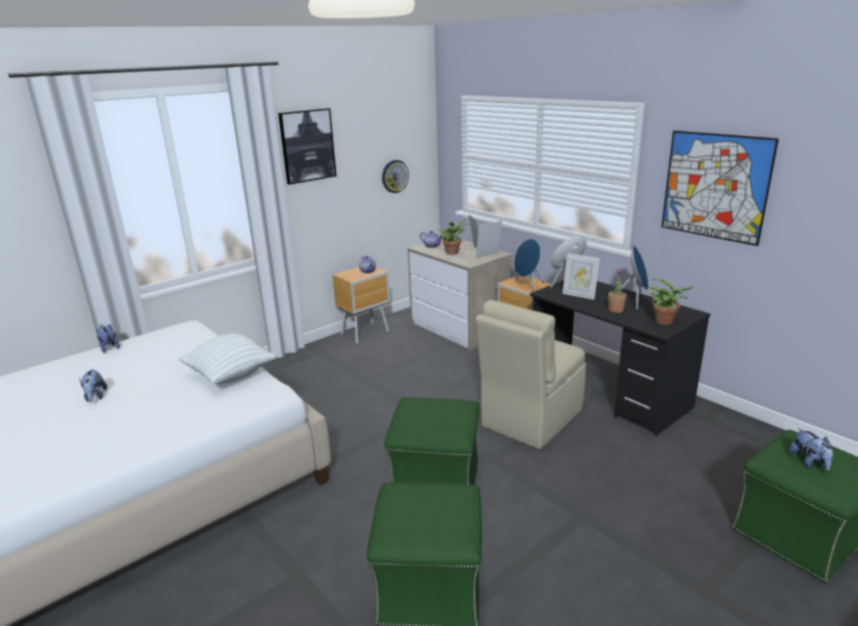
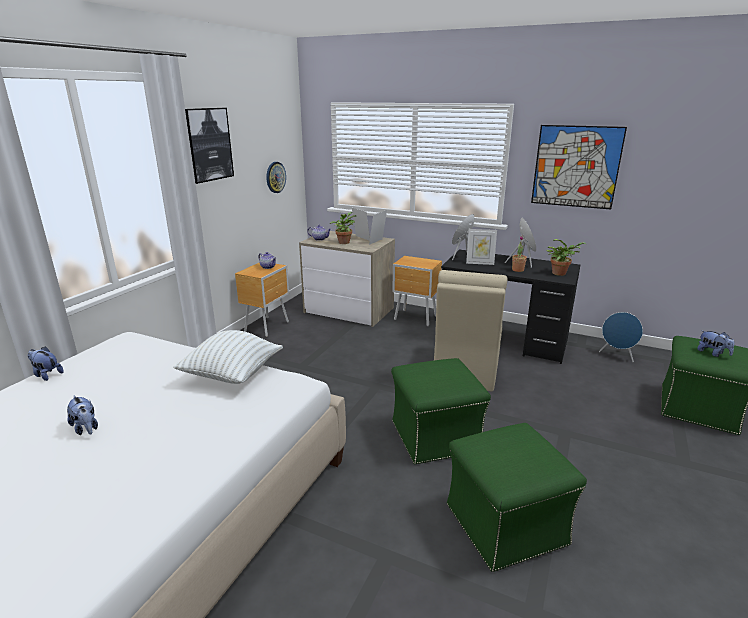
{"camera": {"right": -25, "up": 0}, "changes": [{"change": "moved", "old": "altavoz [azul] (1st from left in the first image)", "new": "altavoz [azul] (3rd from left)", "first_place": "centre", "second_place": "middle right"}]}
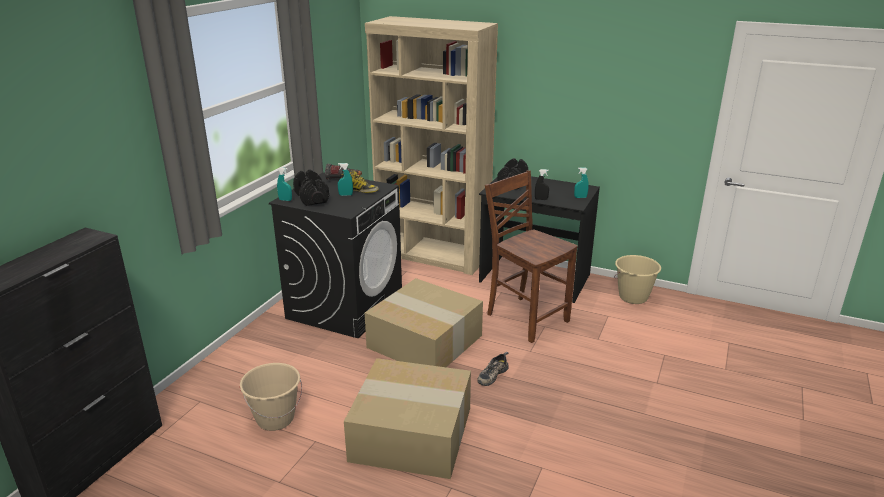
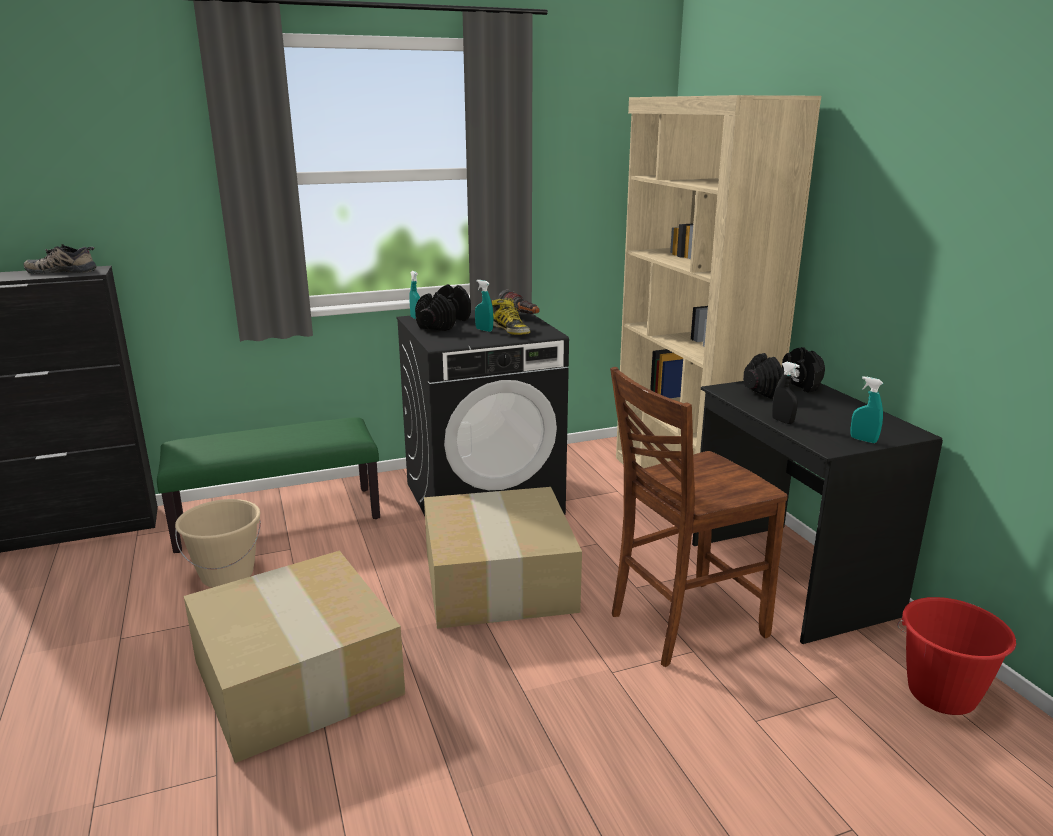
{"camera": {"right": 45, "up": -5}, "changes": [{"change": "moved", "old": "zapato", "first_place": "bottom centre", "second_place": "top left"}, {"change": "added", "new": "banco [verde]", "second_place": "middle left"}, {"change": "turned", "old": "silla [marrón]", "first_place": "centre", "second_place": "centre", "degrees": -120}, {"change": "recoloured", "old": "cubo [beis] (2nd from left)", "new": "cubo [rojo]", "first_place": "middle right", "second_place": "bottom right"}]}
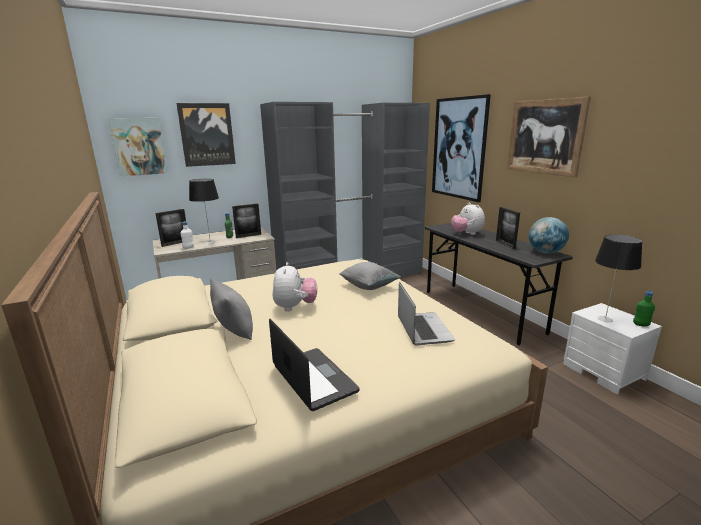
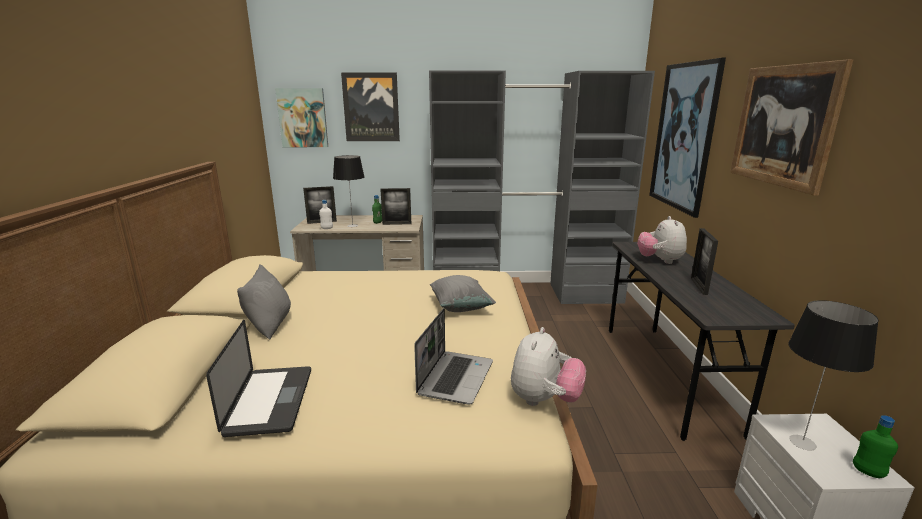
{"camera": {"right": 25, "up": 0}, "changes": [{"change": "moved", "old": "peluche (1st from left)", "first_place": "centre", "second_place": "bottom centre"}, {"change": "removed", "old": "globo terráqueo", "first_place": "middle right"}]}
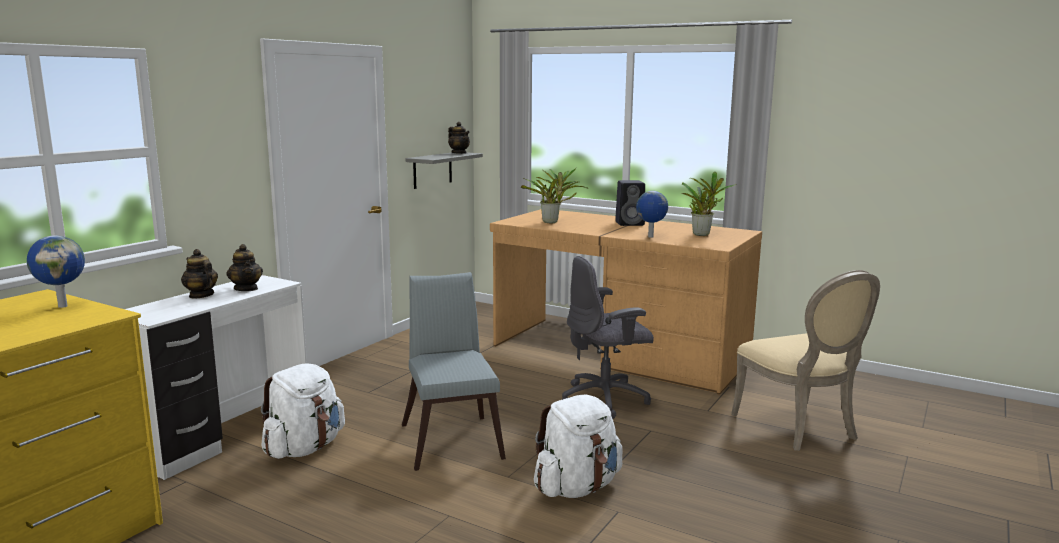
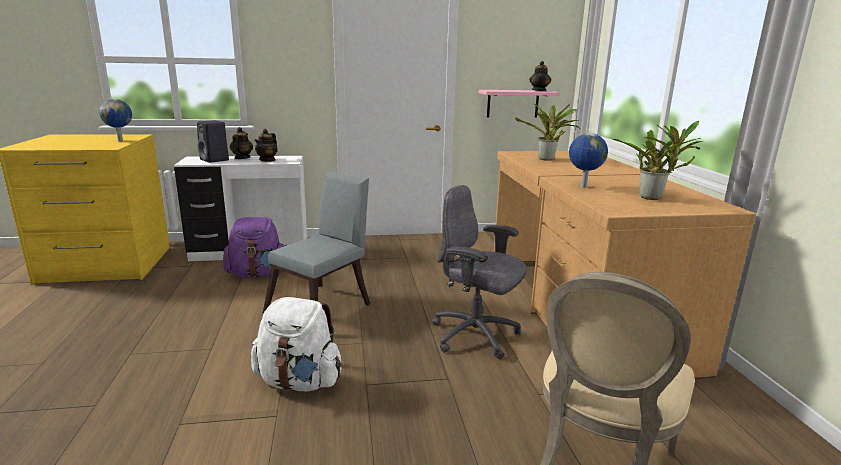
{"camera": {"right": 50, "up": 5}, "changes": [{"change": "moved", "old": "altavoz [negro]", "first_place": "centre", "second_place": "top left"}, {"change": "recoloured", "old": "mochila [blanco] (1st from left)", "new": "mochila [morado]", "first_place": "bottom left", "second_place": "middle left"}, {"change": "recoloured", "old": "estante [gris]", "new": "estante [rosa]", "first_place": "top centre", "second_place": "top centre"}]}
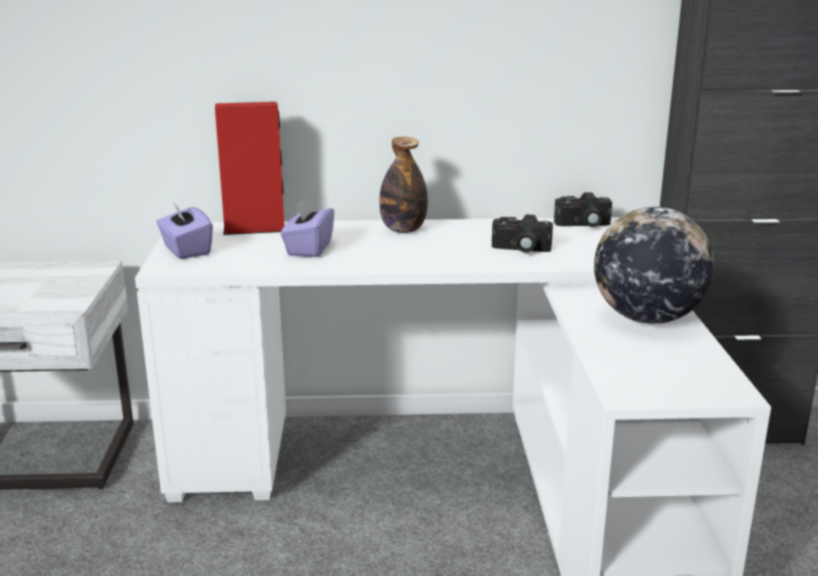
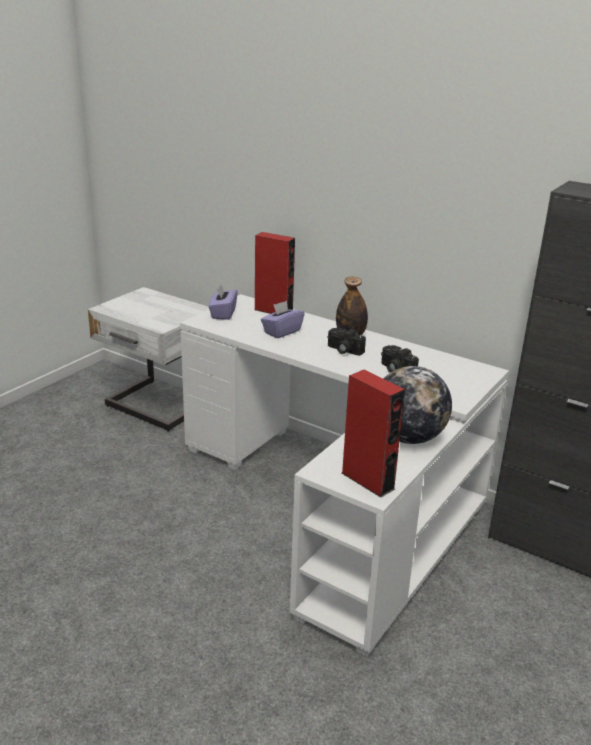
{"camera": {"right": 35, "up": 5}, "changes": [{"change": "moved", "old": "cámara (2nd from left in the first image)", "new": "cámara (1st from left)", "first_place": "middle right", "second_place": "centre"}, {"change": "added", "new": "altavoz [rojo] (2nd from left)", "second_place": "centre"}]}
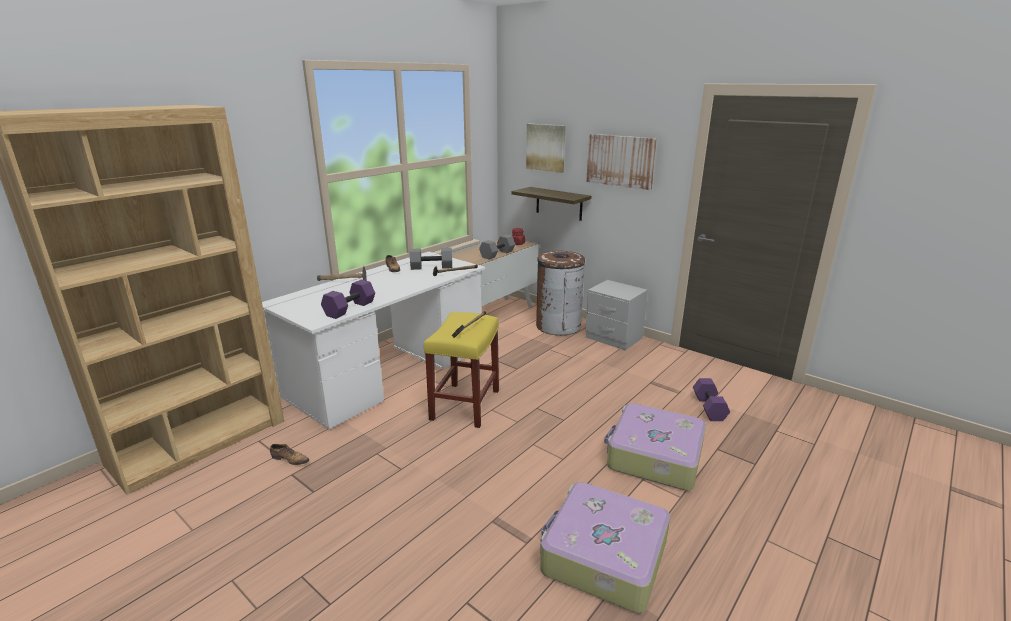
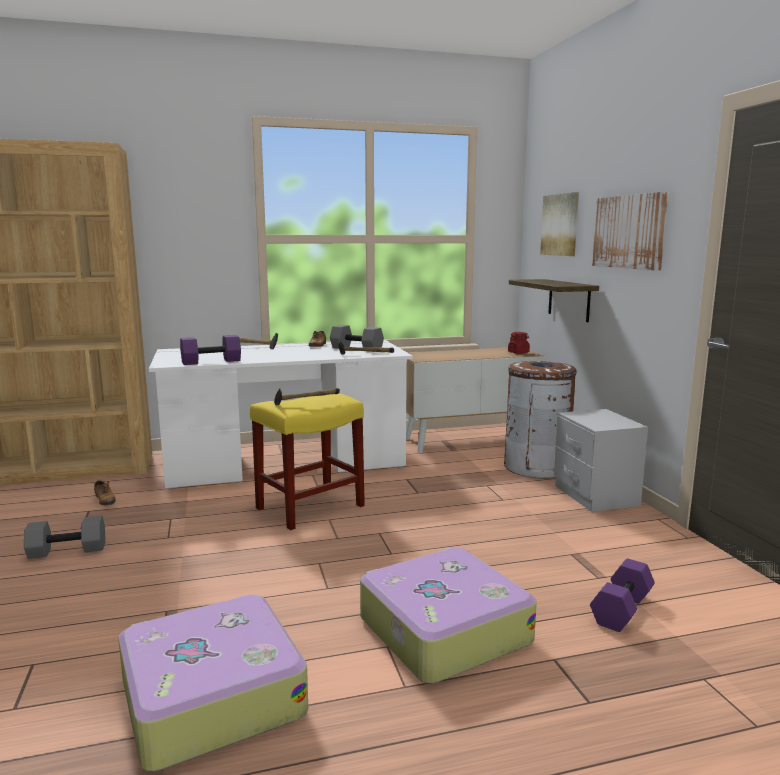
{"camera": {"right": 35, "up": -10}, "changes": [{"change": "moved", "old": "mancuerna [gris] (2nd from left in the first image)", "new": "mancuerna [gris] (1st from left)", "first_place": "centre", "second_place": "bottom left"}]}
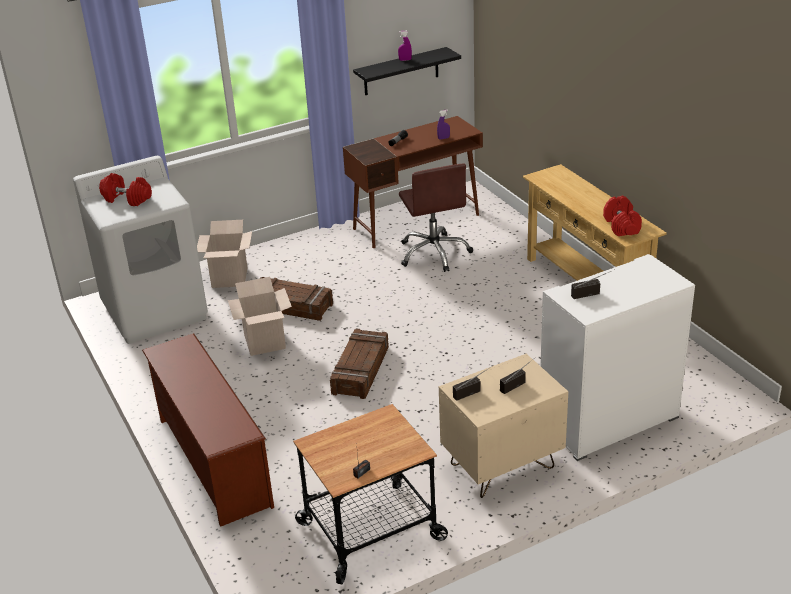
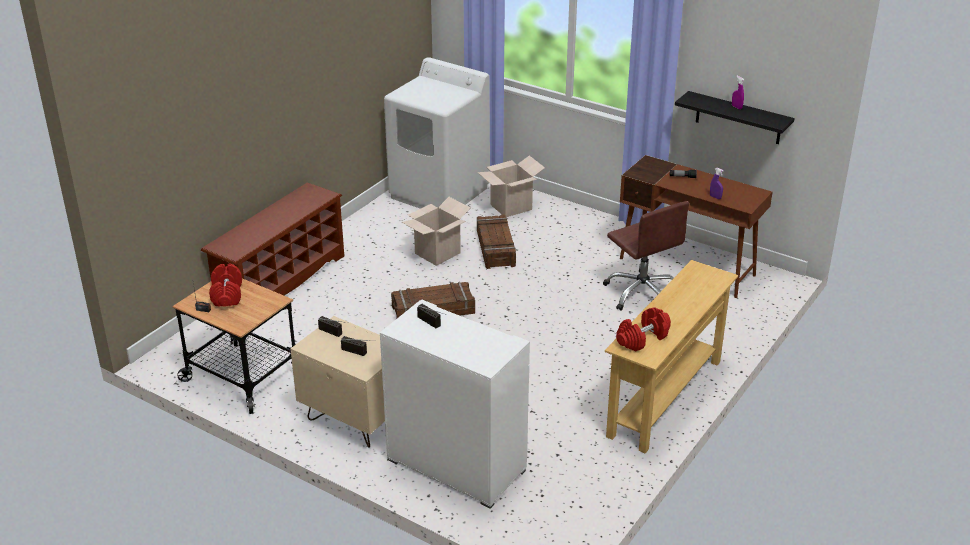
{"camera": {"right": 60, "up": 0}, "changes": [{"change": "moved", "old": "mancuerna [rojo] (1st from left)", "first_place": "top left", "second_place": "middle left"}, {"change": "turned", "old": "silla de oficina [marrón]", "first_place": "centre", "second_place": "centre", "degrees": -75}]}
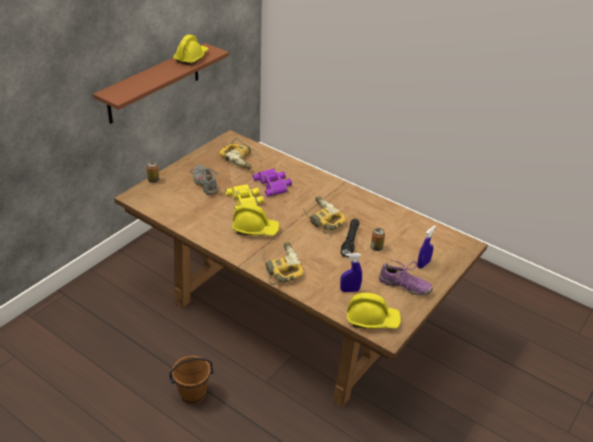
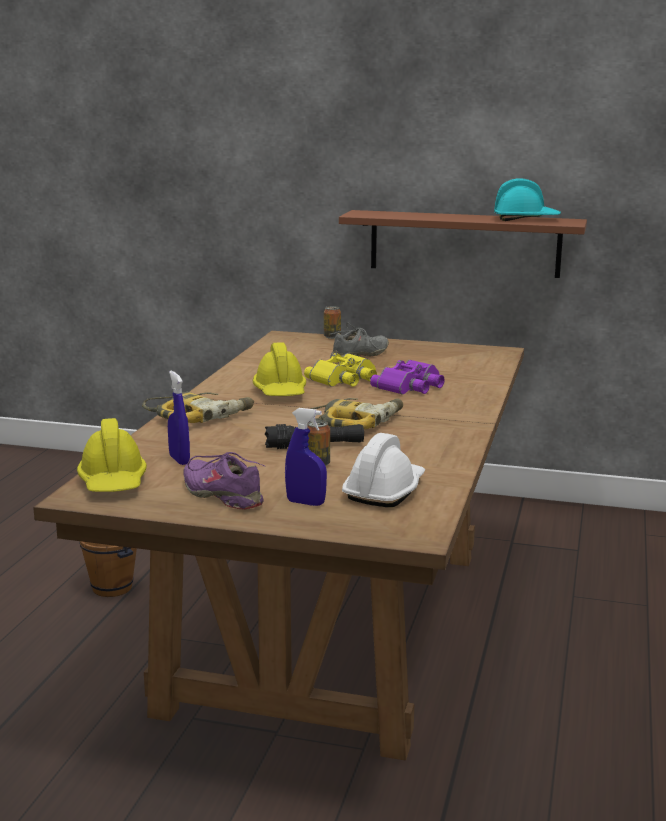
{"camera": {"right": 70, "up": -20}, "changes": [{"change": "turned", "old": "zapato [morado]", "first_place": "middle right", "second_place": "centre", "degrees": 135}, {"change": "added", "new": "casco [blanco]", "second_place": "centre"}, {"change": "recoloured", "old": "casco [amarillo] (1st from left)", "new": "casco [turquesa]", "first_place": "top left", "second_place": "top right"}, {"change": "removed", "old": "taladro (1st from left)", "first_place": "centre"}]}
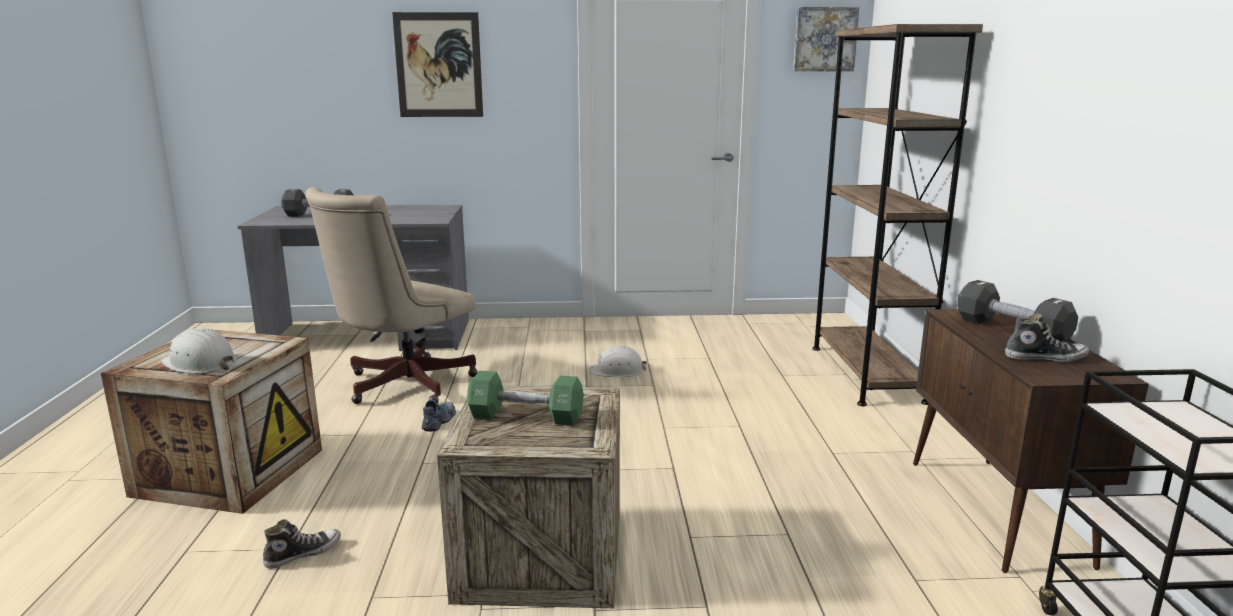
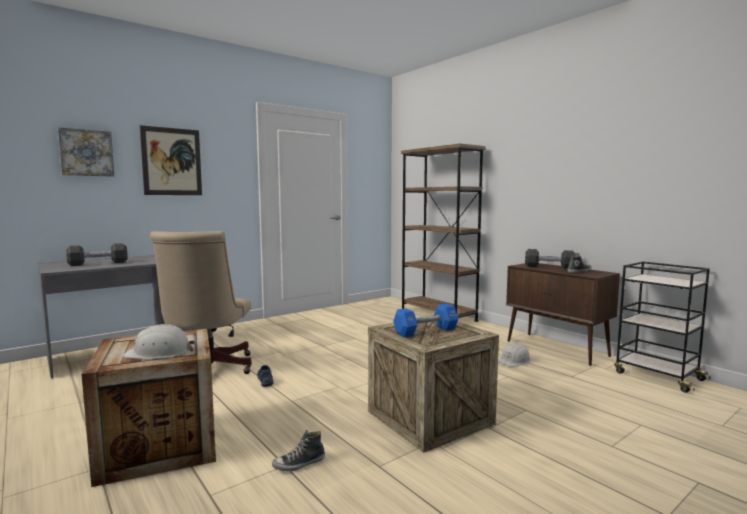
{"camera": {"right": -35, "up": -10}, "changes": [{"change": "moved", "old": "cuadro (2nd from left in the first image)", "new": "cuadro (1st from left)", "first_place": "top right", "second_place": "top left"}, {"change": "turned", "old": "zapato (1st from left in the first image)", "first_place": "bottom left", "second_place": "bottom centre", "degrees": -135}, {"change": "recoloured", "old": "mancuerna [verde]", "new": "mancuerna [azul]", "first_place": "centre", "second_place": "centre"}, {"change": "moved", "old": "casco [blanco] (2nd from left)", "first_place": "centre", "second_place": "bottom right"}]}
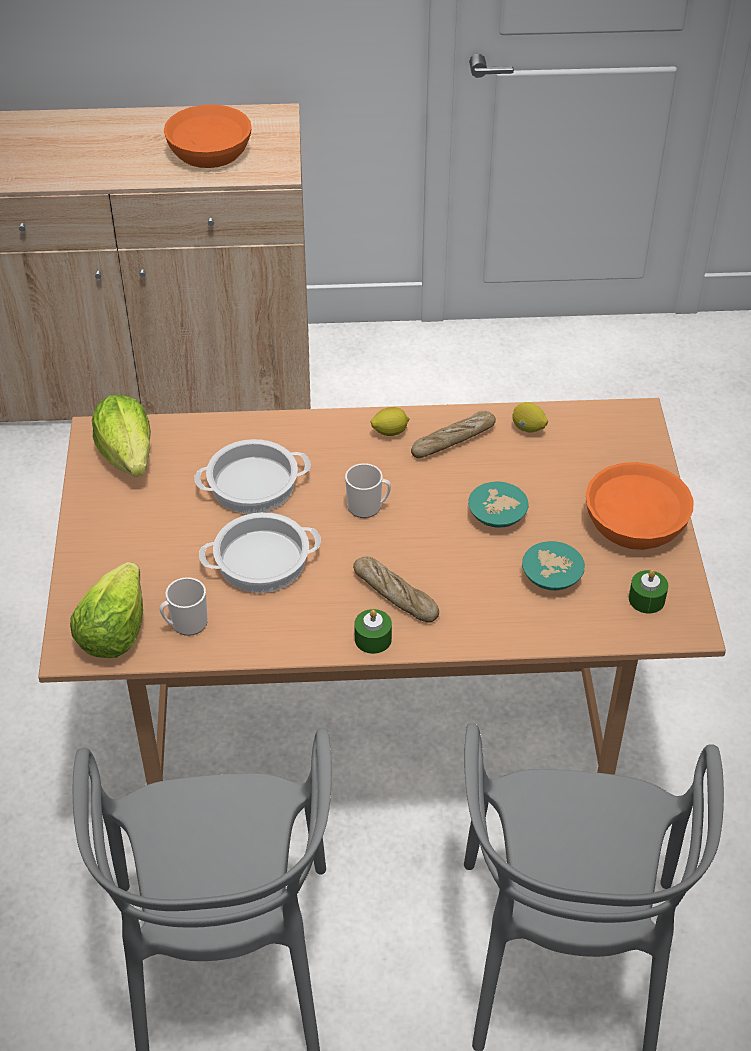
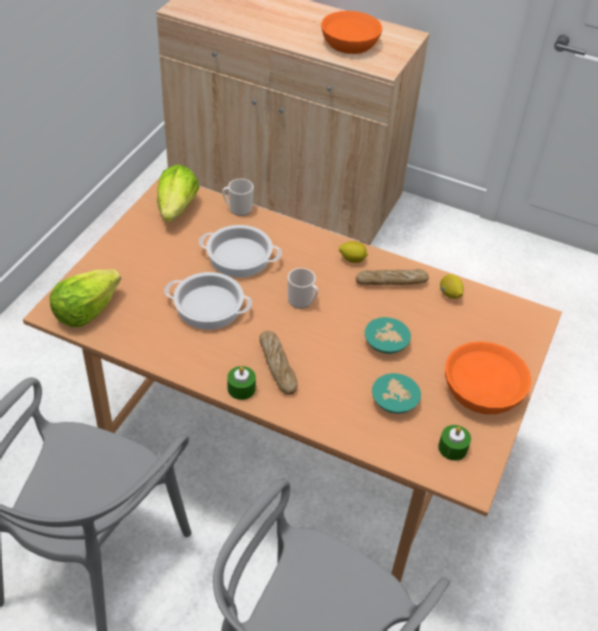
{"camera": {"right": 25, "up": 0}, "changes": [{"change": "moved", "old": "taza grande (1st from left)", "first_place": "middle left", "second_place": "top centre"}]}
